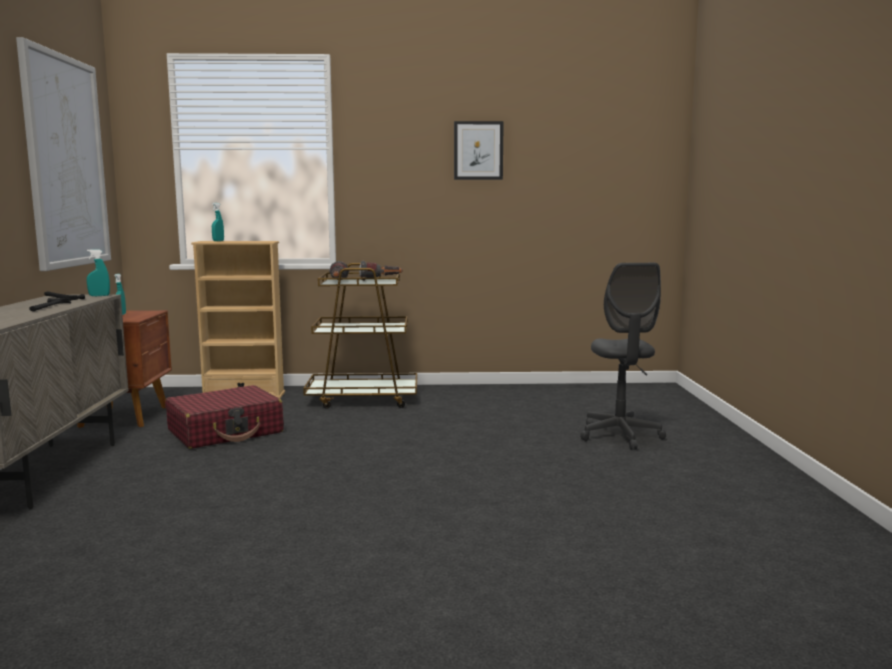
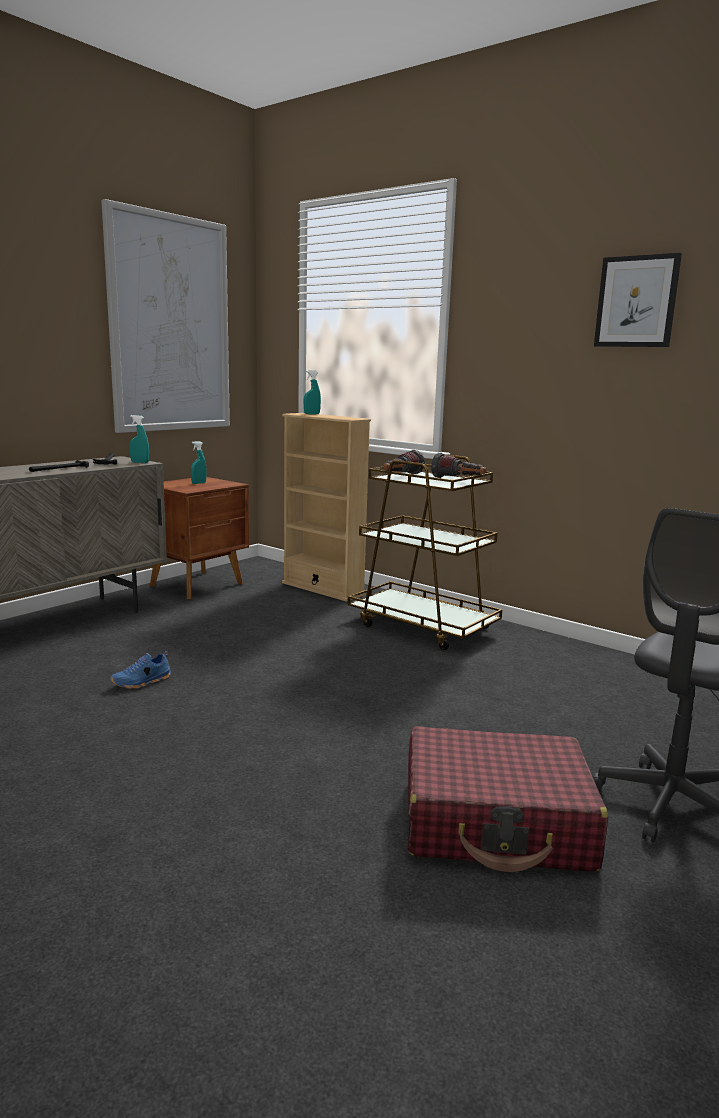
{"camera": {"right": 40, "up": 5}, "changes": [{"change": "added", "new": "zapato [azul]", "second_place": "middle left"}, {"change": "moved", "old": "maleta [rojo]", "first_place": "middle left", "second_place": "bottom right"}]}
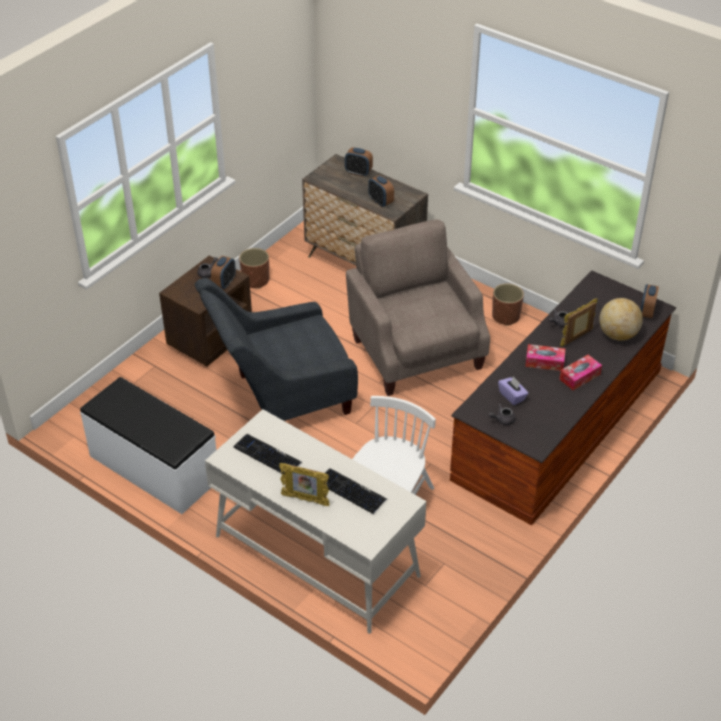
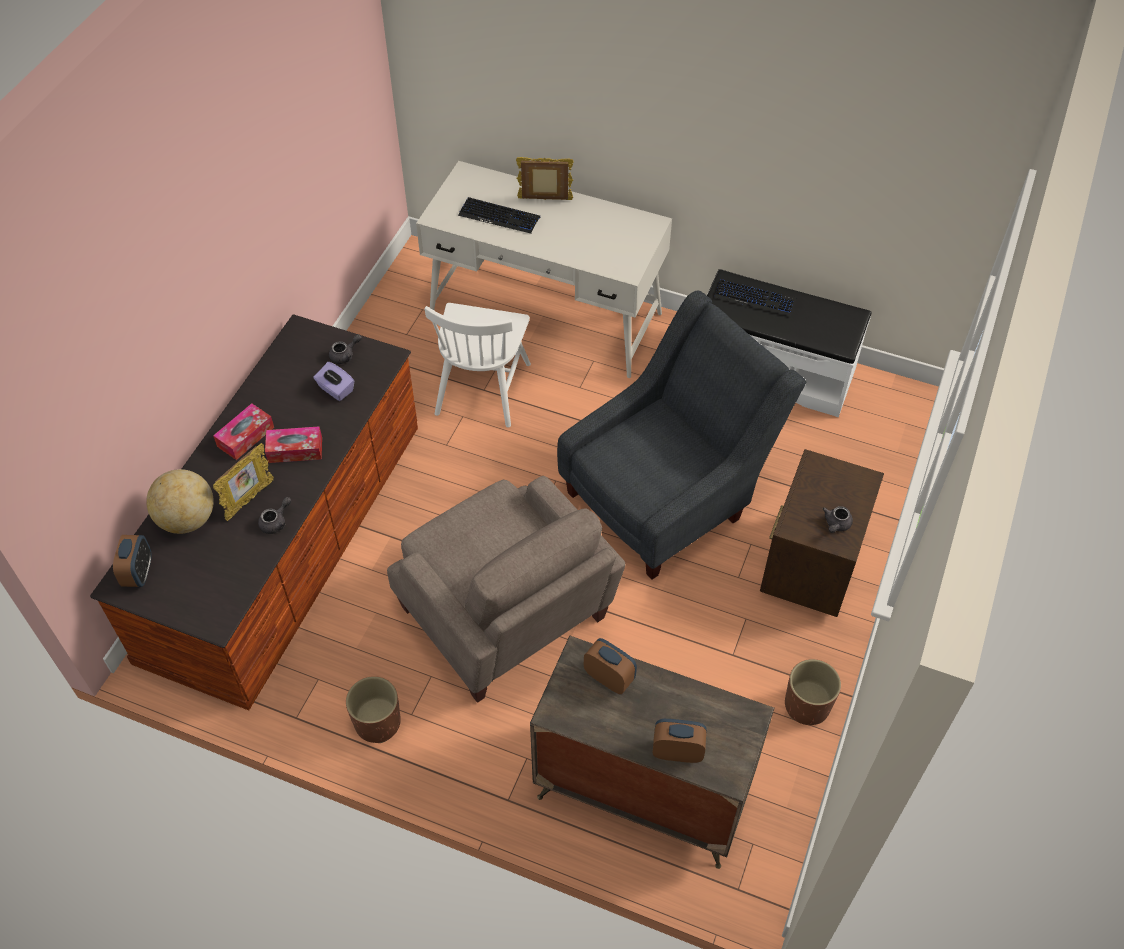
{"camera": {"right": 165, "up": 10}, "changes": [{"change": "moved", "old": "teclado (1st from left in the first image)", "new": "teclado (2nd from left)", "first_place": "centre", "second_place": "top right"}, {"change": "removed", "old": "despertador (1st from left)", "first_place": "middle left"}]}
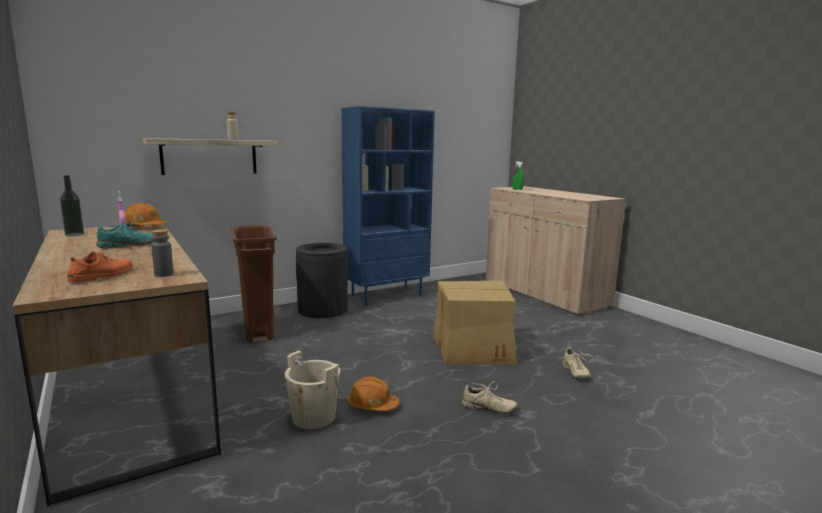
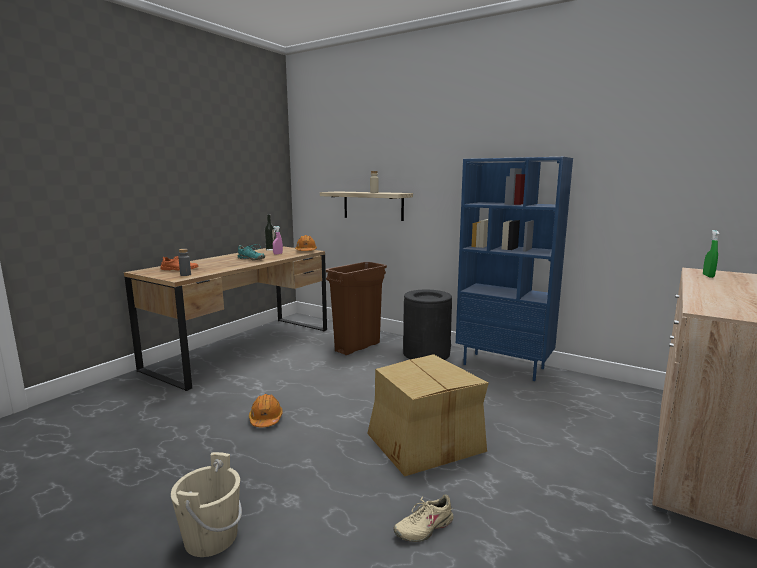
{"camera": {"right": 65, "up": 0}, "changes": [{"change": "moved", "old": "cubo [beis]", "first_place": "bottom centre", "second_place": "bottom left"}, {"change": "removed", "old": "zapato [beis] (1st from left)", "first_place": "bottom centre"}]}
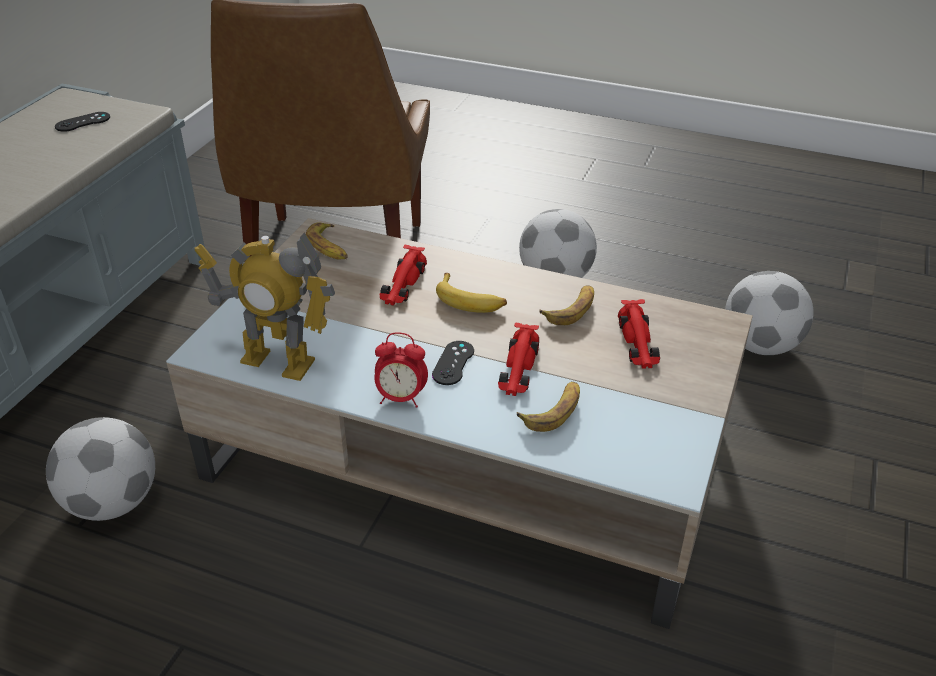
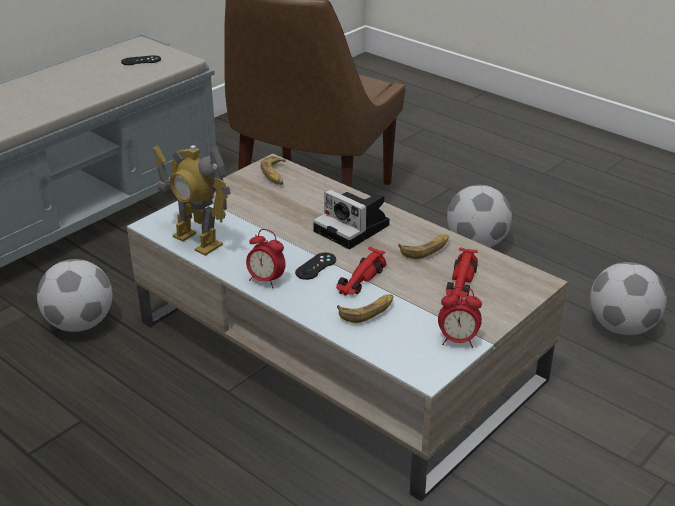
{"camera": {"right": 20, "up": -5}, "changes": [{"change": "replaced", "old": "plátano (2nd from left)", "new": "cámara", "first_place": "centre", "second_place": "centre"}, {"change": "added", "new": "despertador (2nd from left)", "second_place": "middle right"}, {"change": "removed", "old": "coche de juguete [rojo] (1st from left)", "first_place": "centre"}]}
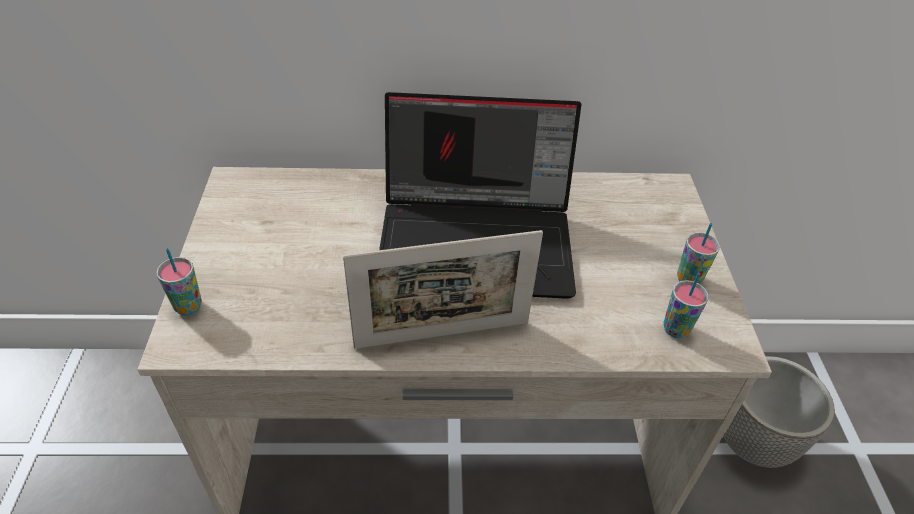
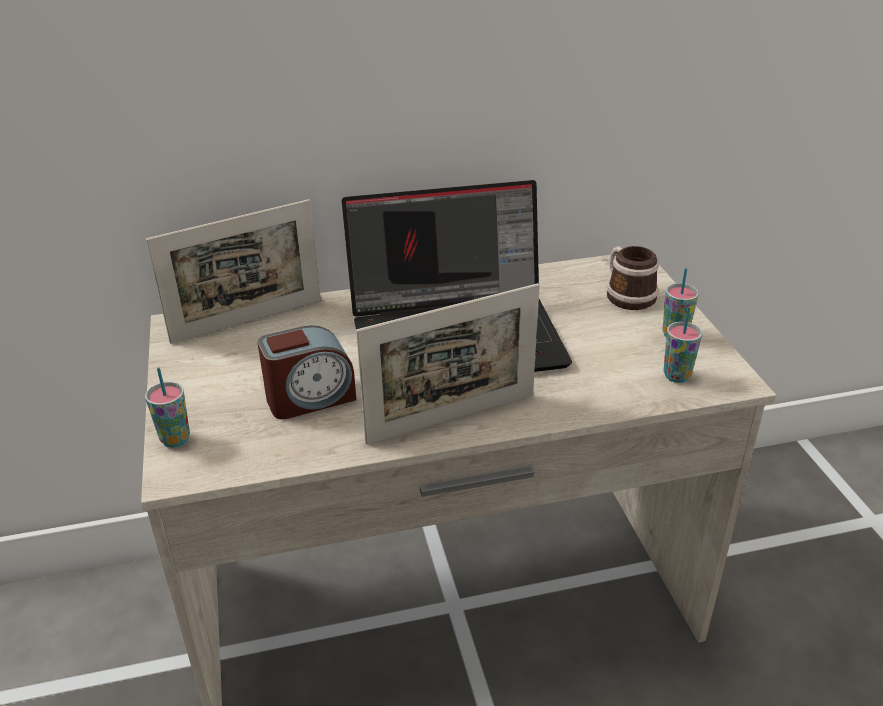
{"camera": {"right": -10, "up": -10}, "changes": [{"change": "added", "new": "portarretratos (1st from left)", "second_place": "middle left"}, {"change": "added", "new": "despertador", "second_place": "centre"}, {"change": "added", "new": "taza grande", "second_place": "middle right"}, {"change": "removed", "old": "maceta", "first_place": "bottom right"}]}
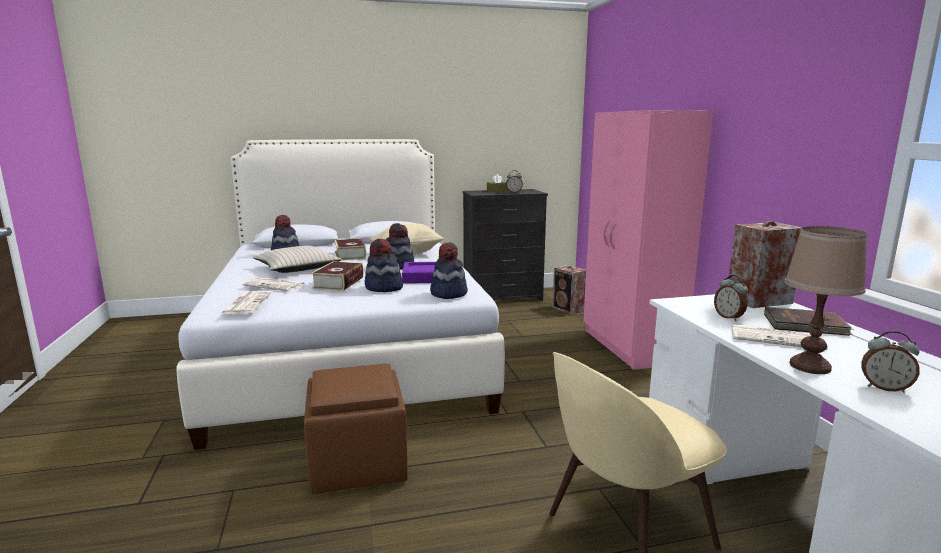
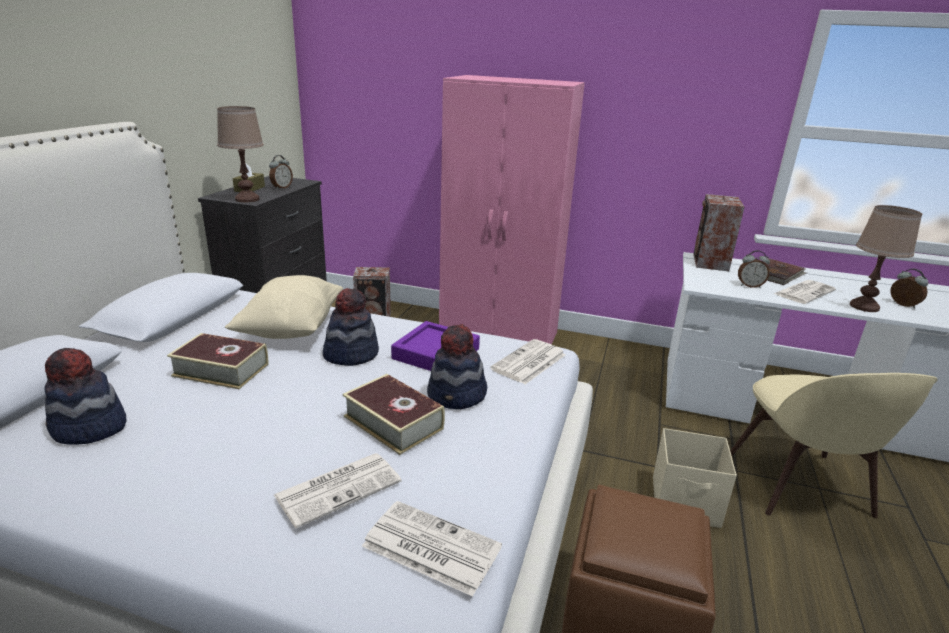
{"camera": {"right": -60, "up": 10}, "changes": [{"change": "added", "new": "lámpara de mesa [marrón] (1st from left)", "second_place": "top left"}, {"change": "replaced", "old": "sombrero (4th from left)", "new": "periódico (3rd from left)", "first_place": "centre", "second_place": "centre"}, {"change": "added", "new": "caja de almacenaje [beis]", "second_place": "bottom right"}, {"change": "turned", "old": "despertador (3rd from left)", "first_place": "middle right", "second_place": "middle right", "degrees": -90}, {"change": "removed", "old": "cojín [beis] (1st from left)", "first_place": "middle left"}]}
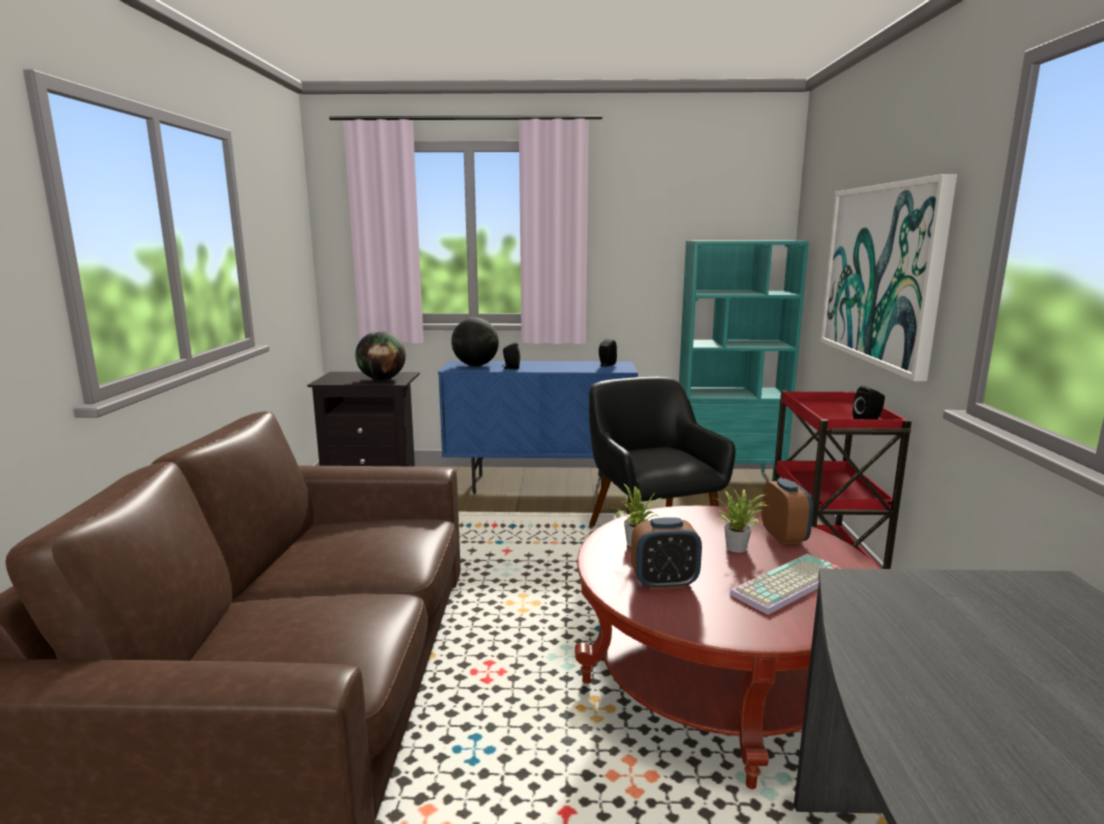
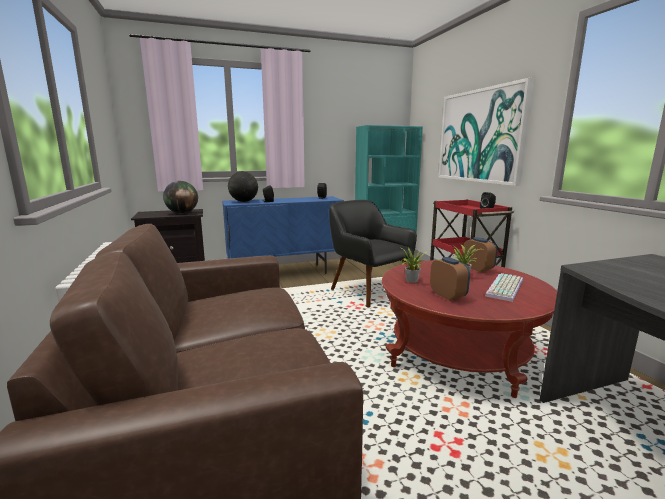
{"camera": {"right": -20, "up": 0}, "changes": [{"change": "turned", "old": "despertador (1st from left)", "first_place": "bottom centre", "second_place": "middle right", "degrees": -90}]}
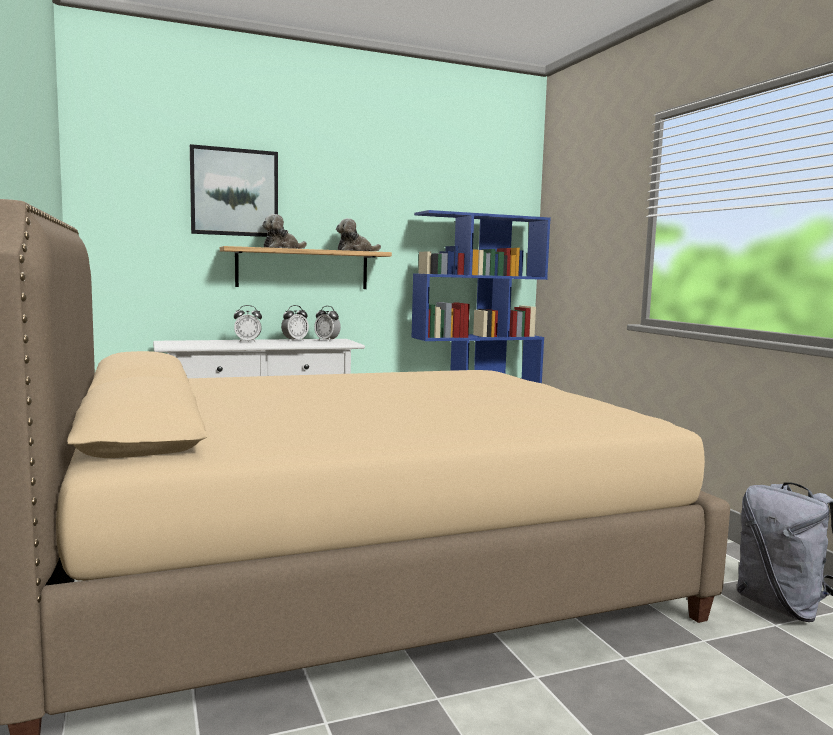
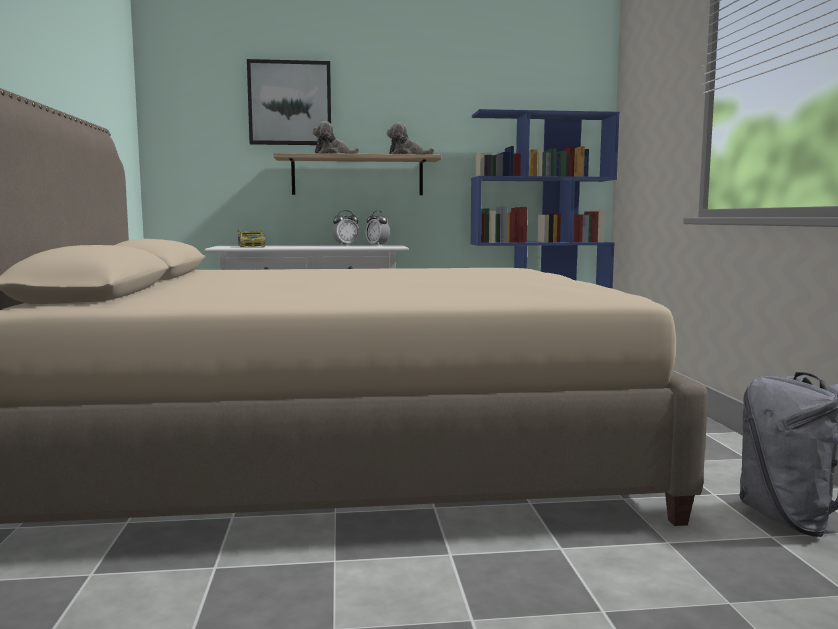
{"camera": {"right": 15, "up": 0}, "changes": [{"change": "added", "new": "coche de juguete", "second_place": "middle left"}, {"change": "removed", "old": "despertador (1st from left)", "first_place": "middle left"}]}
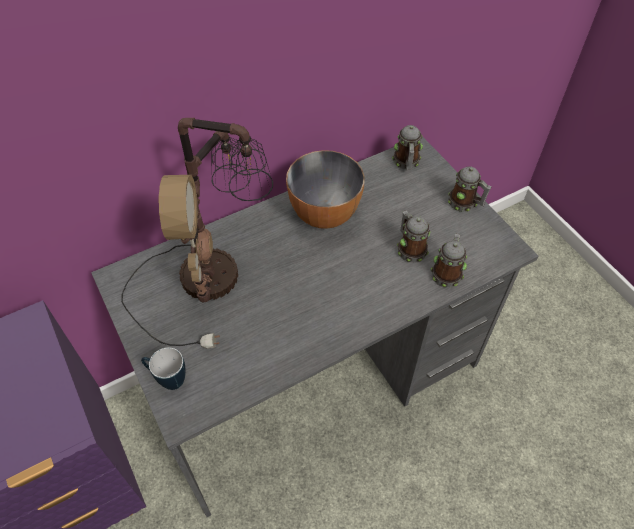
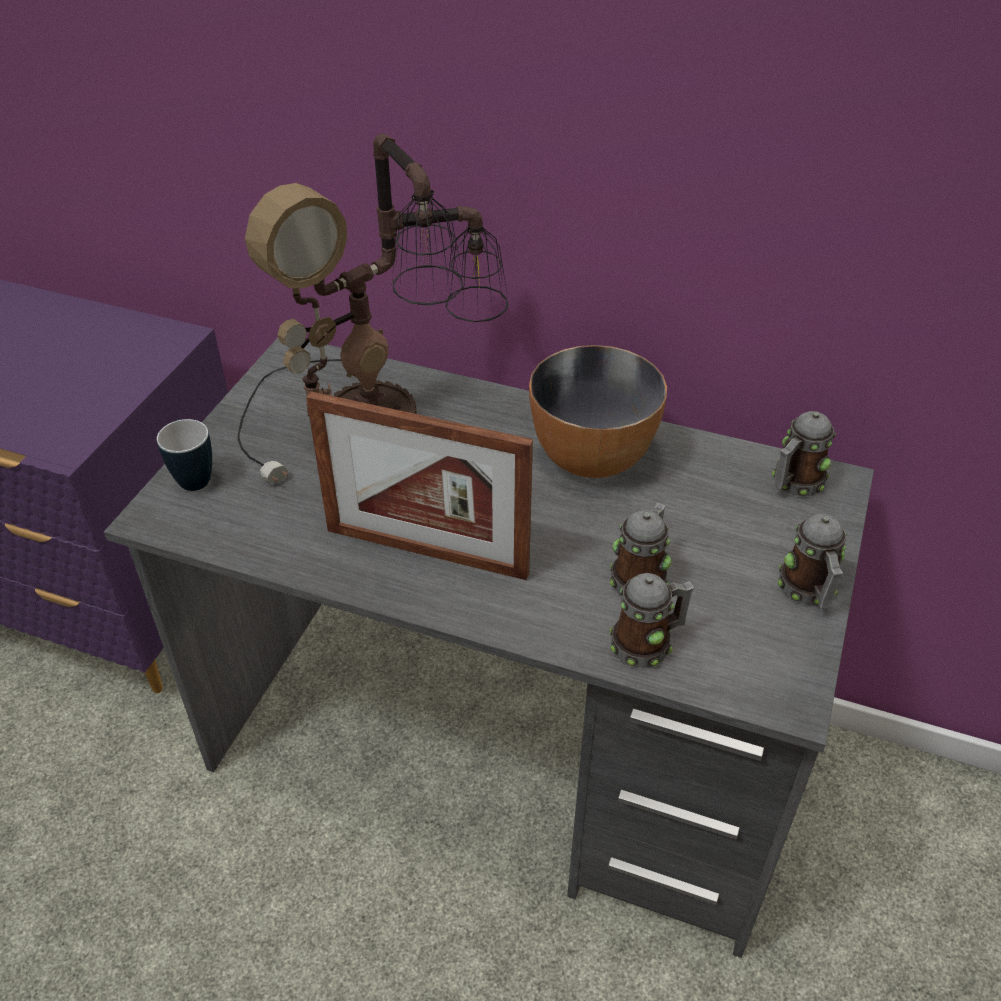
{"camera": {"right": 50, "up": -10}, "changes": [{"change": "added", "new": "portarretratos", "second_place": "centre"}]}
